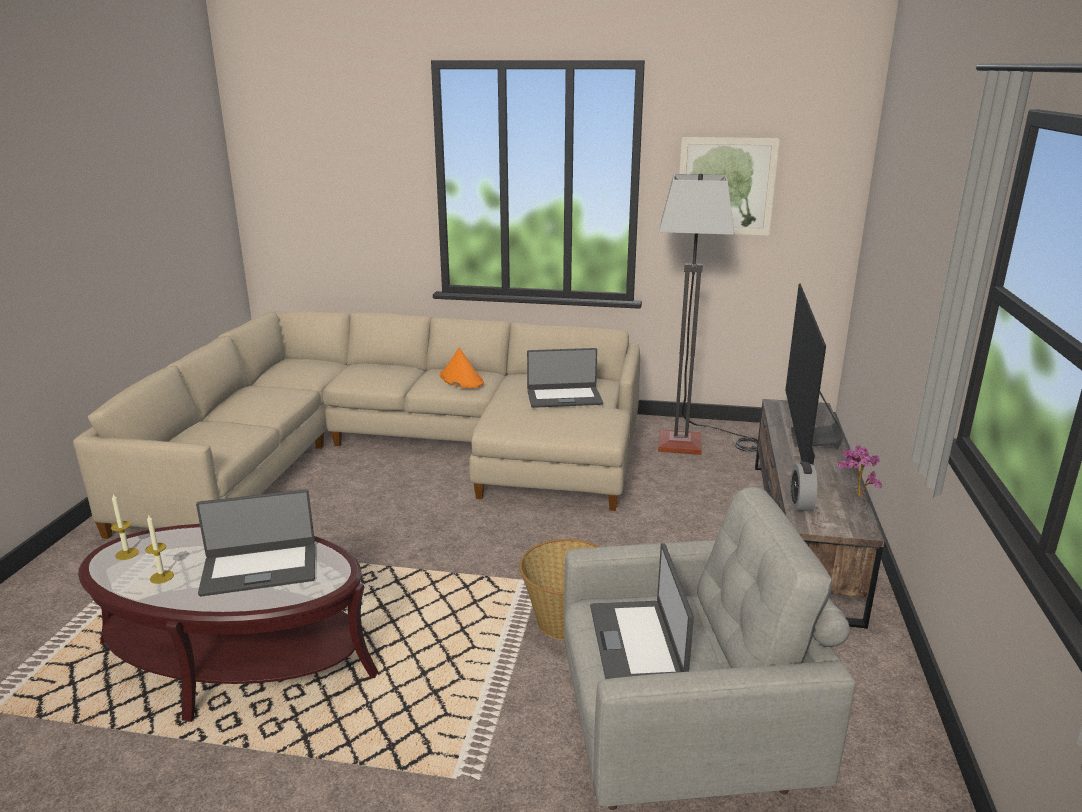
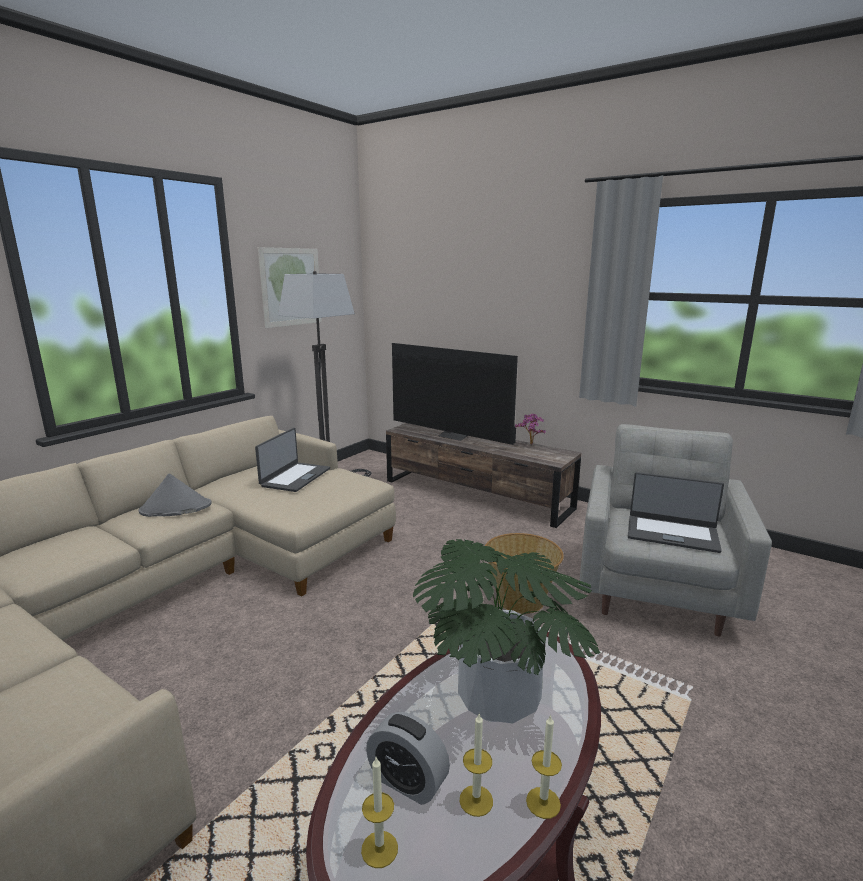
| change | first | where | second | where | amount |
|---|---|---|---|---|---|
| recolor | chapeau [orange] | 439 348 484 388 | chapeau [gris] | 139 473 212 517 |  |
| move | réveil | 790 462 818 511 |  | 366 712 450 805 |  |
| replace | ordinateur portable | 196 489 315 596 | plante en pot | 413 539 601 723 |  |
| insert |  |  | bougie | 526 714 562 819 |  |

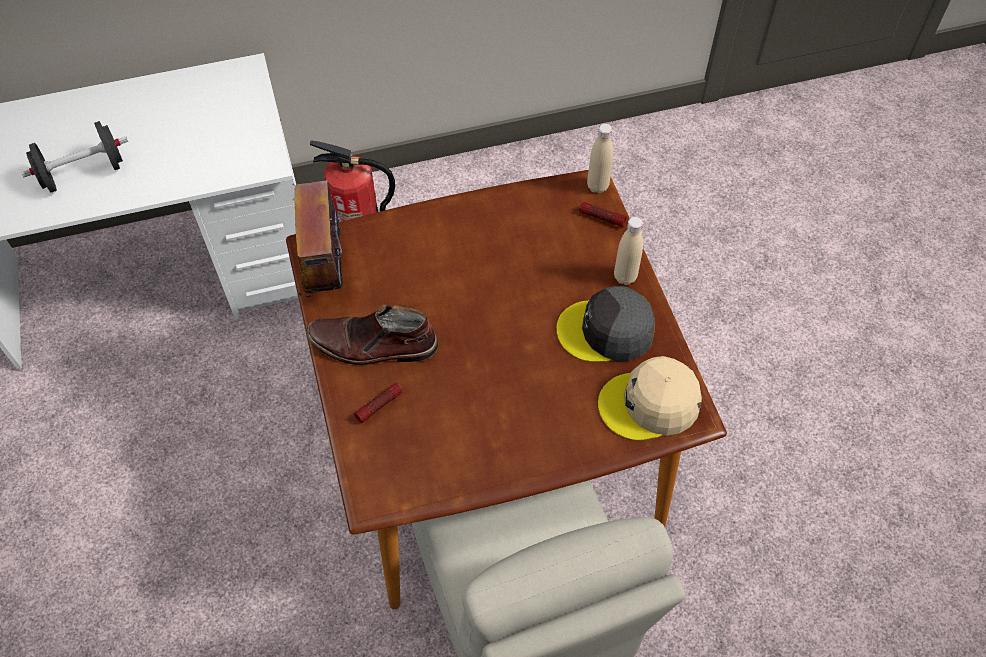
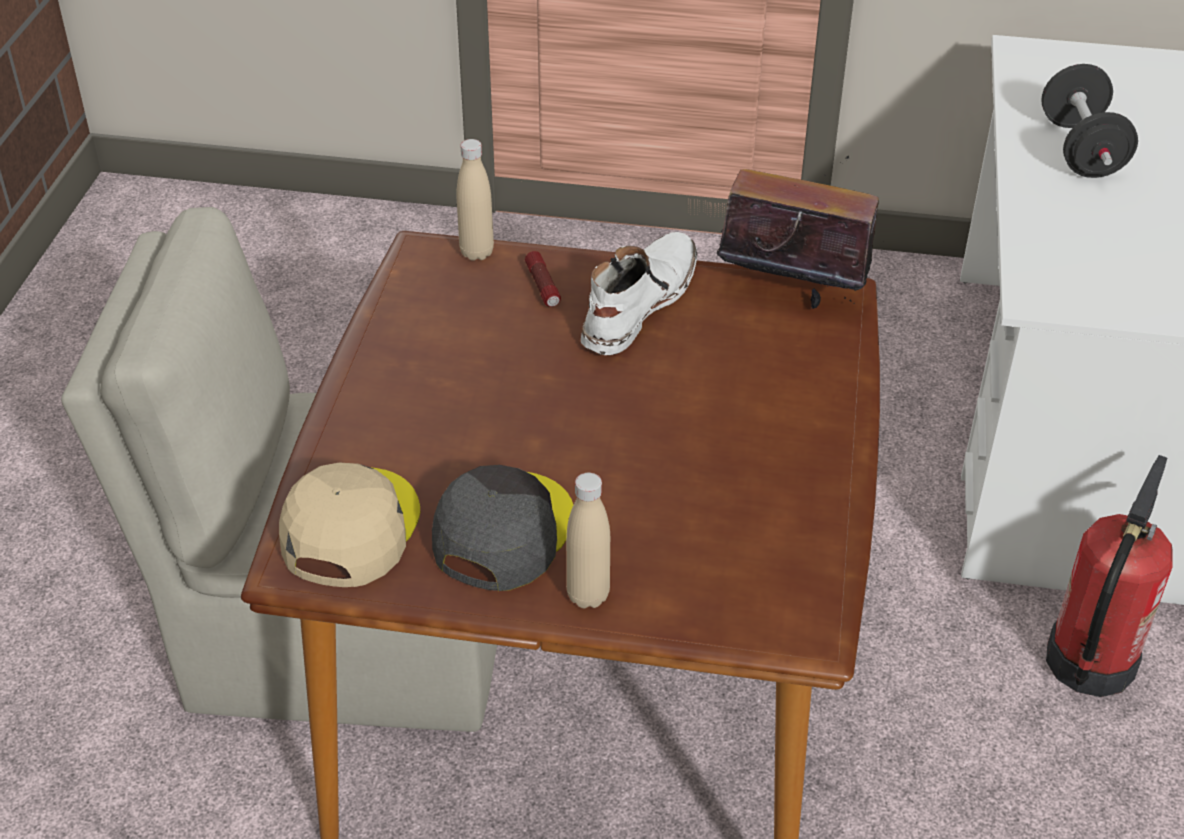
| change | first | where | second | where | amount |
|---|---|---|---|---|---|
| move | bouteille [beige] | 587 123 613 193 |  | 456 139 494 261 |  |
| recolor | botte [marron] | 306 304 438 365 | botte [blanc] | 581 232 697 355 |  |
| delete | lampe de poche | 579 202 627 227 |  |  |  |

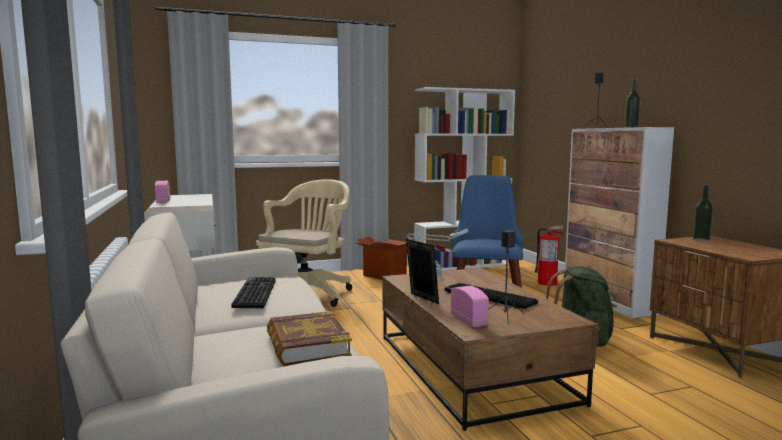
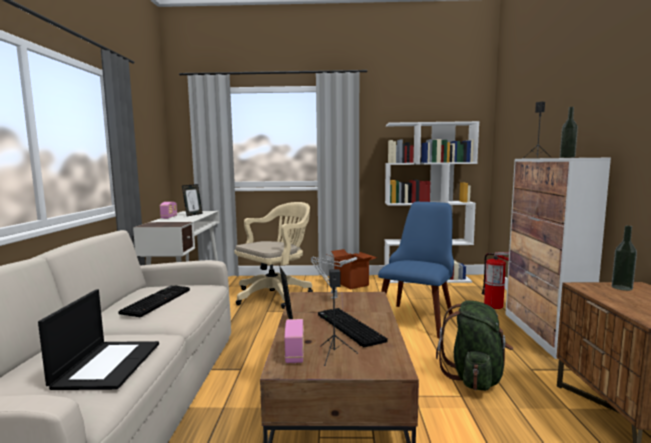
| change | first | where | second | where | amount |
|---|---|---|---|---|---|
| replace | livre | 267 311 352 366 | ordinateur portable | 38 289 159 390 |  |
| insert |  |  | cadre photo | 182 184 203 216 |  |

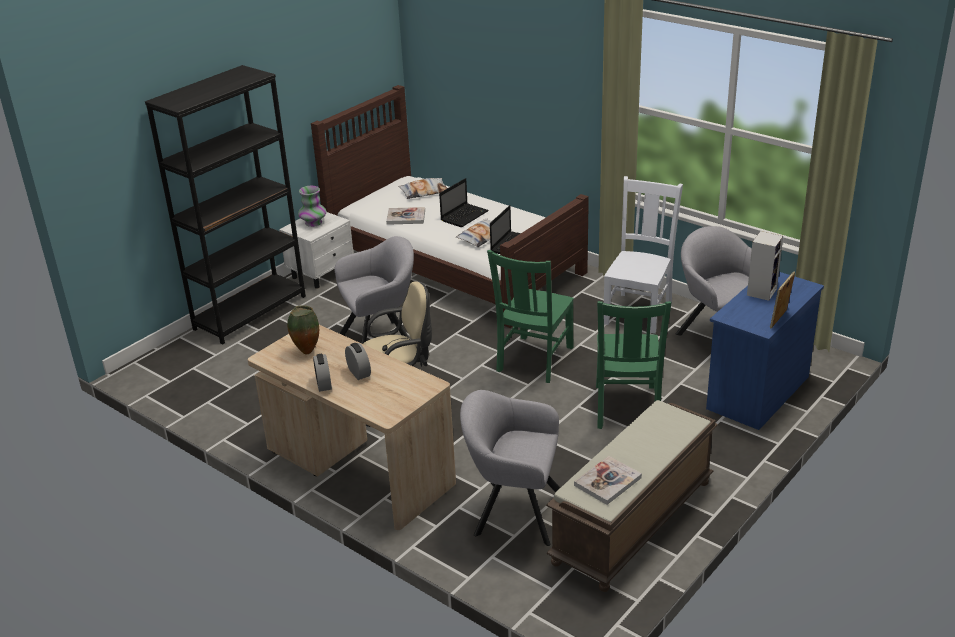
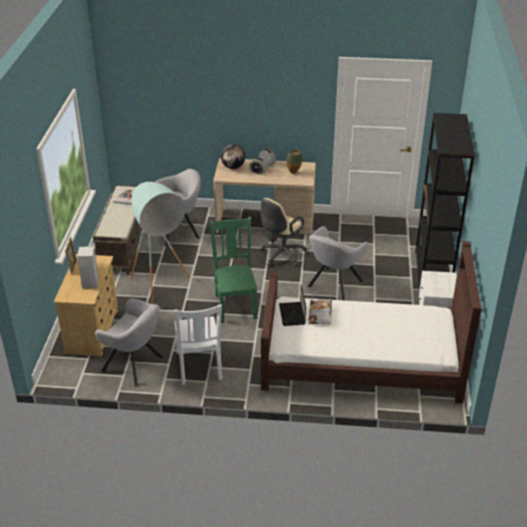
| change | first | where | second | where | amount |
|---|---|---|---|---|---|
| recolor | commode [bleu] | 706 272 824 430 | commode [beige] | 54 254 118 357 |  |
| replace | chaise [vert] | 596 301 671 429 | lampadaire [turquoise] | 130 182 190 304 |  |
| insert |  |  | globe | 221 144 245 169 |  |
| delete | vase | 298 186 327 227 |  |  |  |
| delete | livre | 386 207 425 225 |  |  |  |
| delete | coussin | 399 178 447 199 |  |  |  |
| delete | ordinateur portable | 439 178 489 227 |  |  |  |

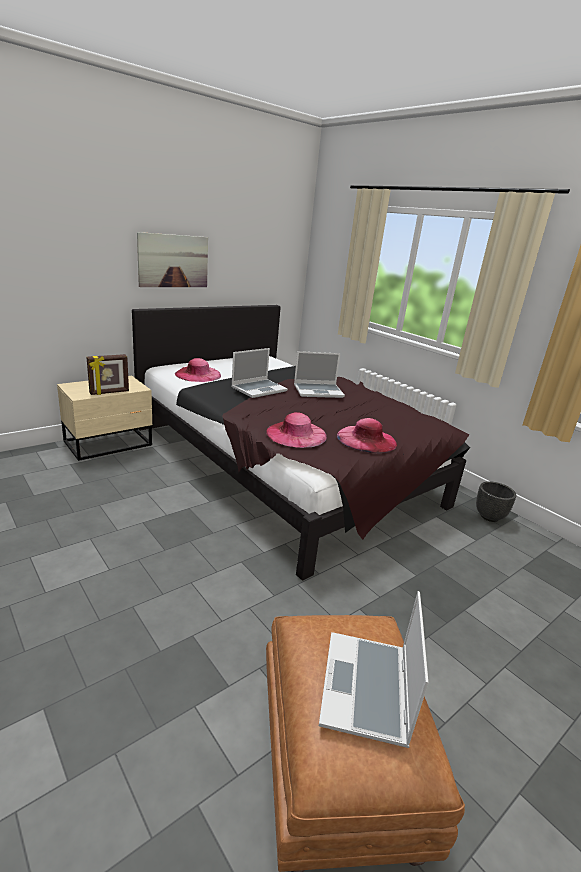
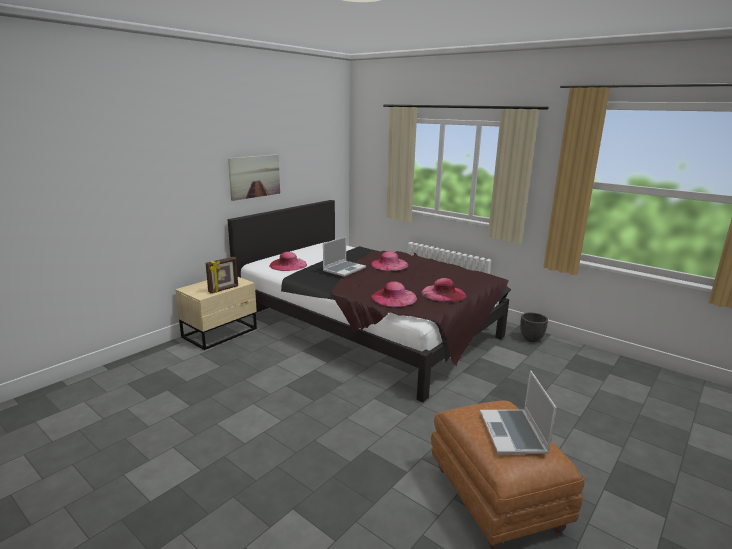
| change | first | where | second | where | amount |
|---|---|---|---|---|---|
| replace | ordinateur portable | 294 351 345 398 | chapeau [rose] | 371 251 409 271 |  |

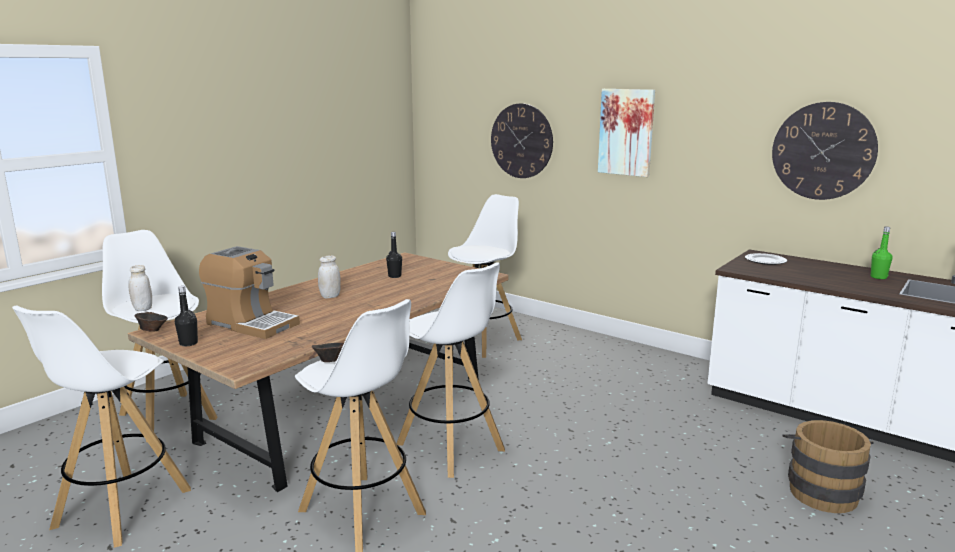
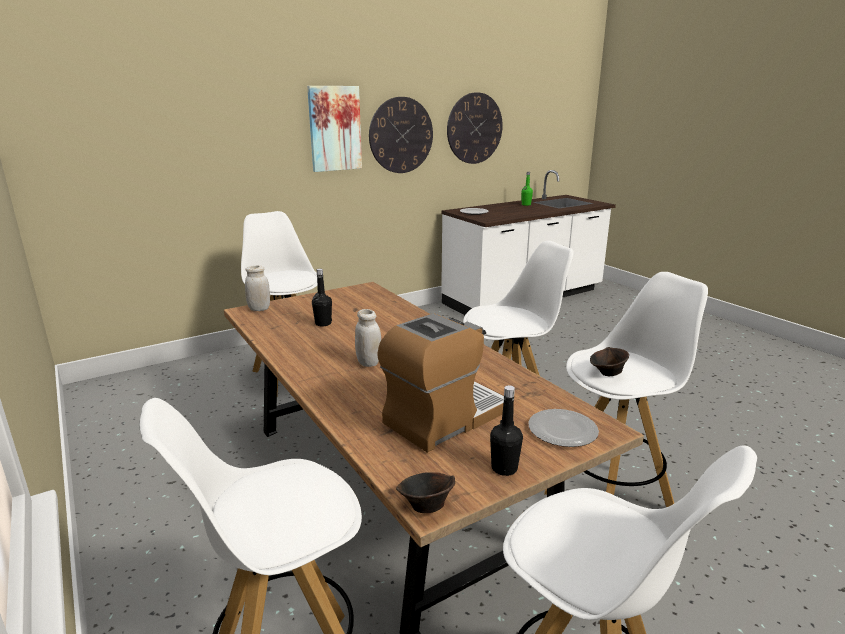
| change | first | where | second | where | amount |
|---|---|---|---|---|---|
| move | bocal [blanc] | 128 265 152 311 |  | 245 265 270 311 |  |
| move | horloge murale | 491 103 553 178 |  | 369 97 433 173 |  |
| insert |  |  | assiette | 528 409 599 447 |  |
| delete | seau [marron] | 782 420 873 513 |  |  |  |

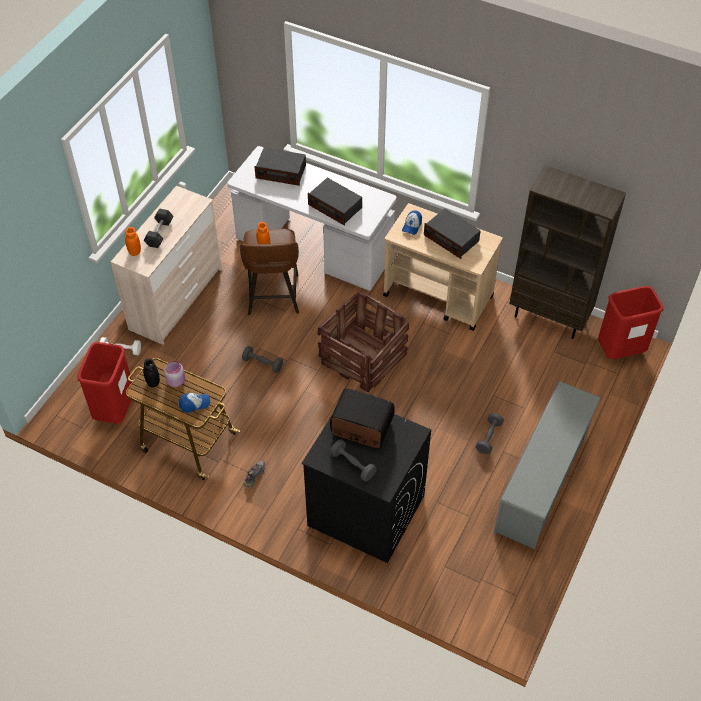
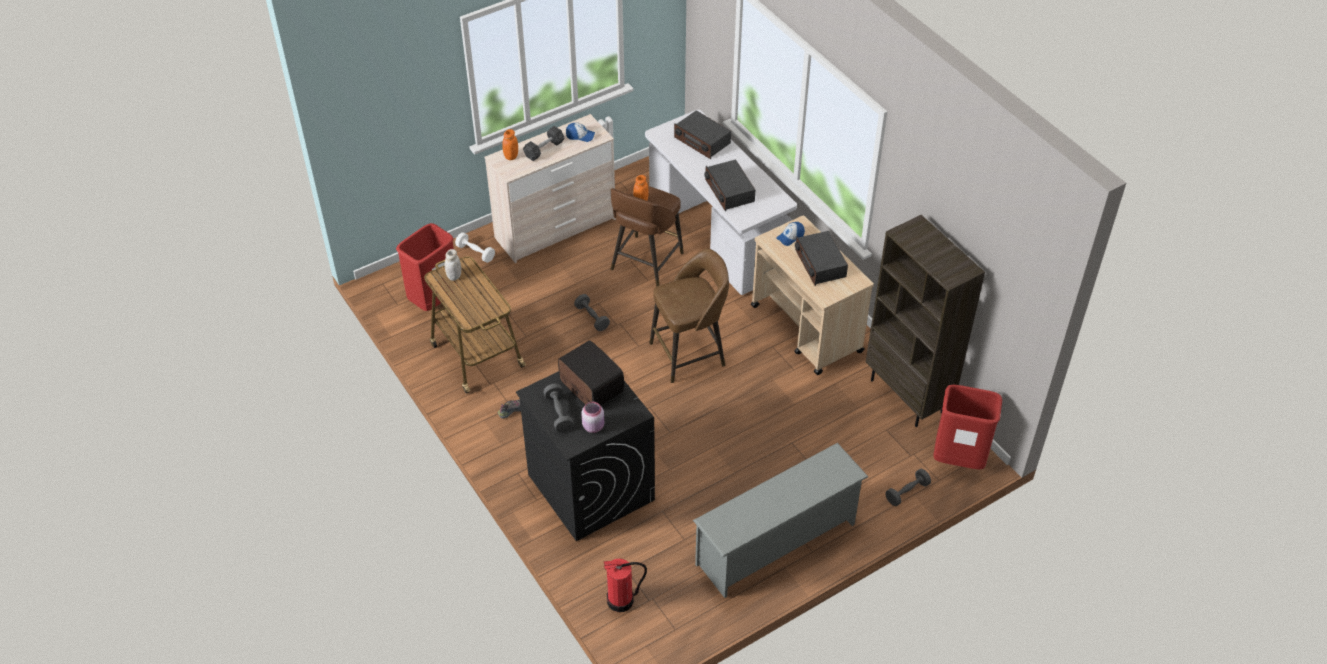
| change | first | where | second | where | amount |
|---|---|---|---|---|---|
| recolor | bocal [noir] | 143 359 160 387 | bocal [blanc] | 445 249 461 281 |  |
| move | casquette | 179 393 210 413 |  | 566 123 595 142 |  |
| move | bocal [rose] | 164 361 185 387 |  | 581 402 604 433 |  |
| insert |  |  | extincteur | 604 558 647 612 |  |
| replace | caisse | 318 291 409 392 | tabouret [marron] | 649 249 729 383 |  |
| move | haltère [gris] | 476 413 504 454 |  | 886 469 931 506 |  |

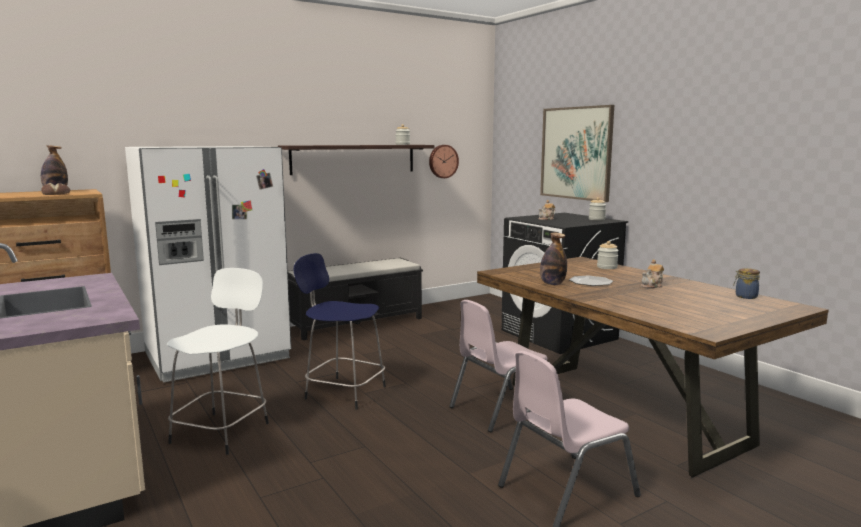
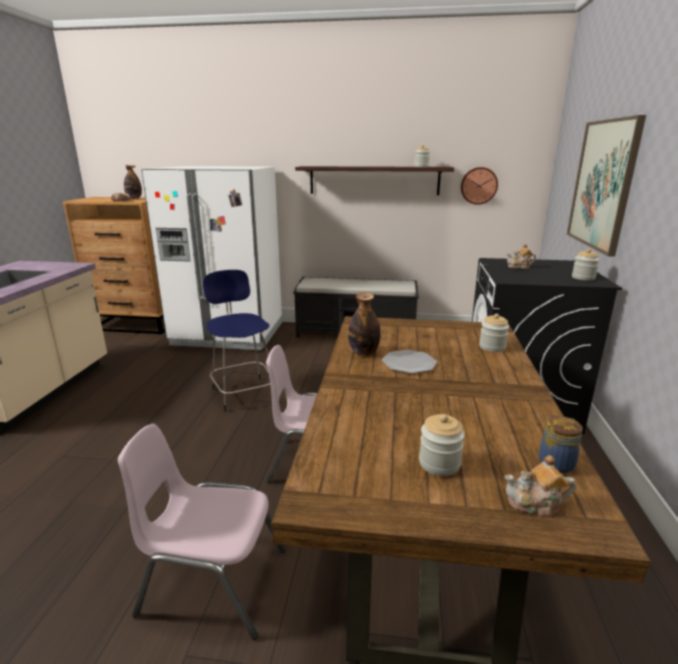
| change | first | where | second | where | amount |
|---|---|---|---|---|---|
| insert |  |  | bocal | 419 414 465 476 |  |
| move | théière | 641 259 664 288 |  | 504 455 576 517 |  |
| delete | tabouret [blanc] | 167 268 269 455 |  |  |  |

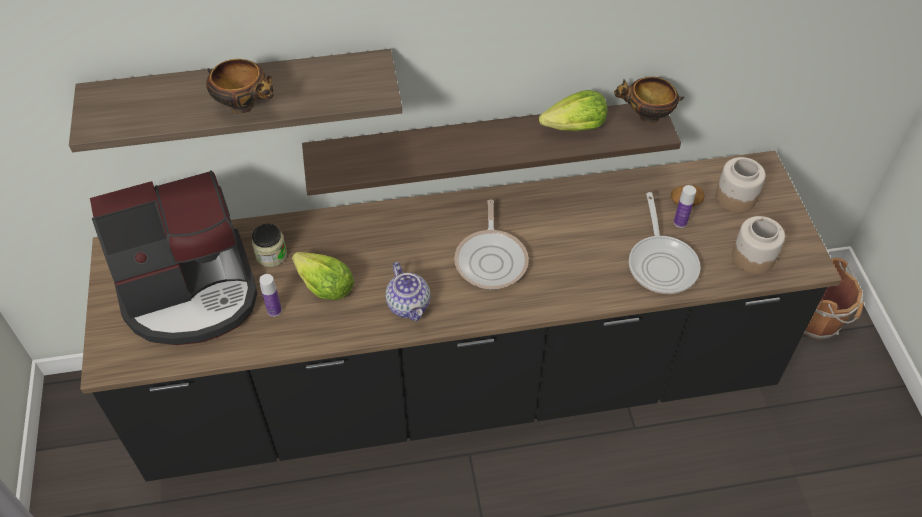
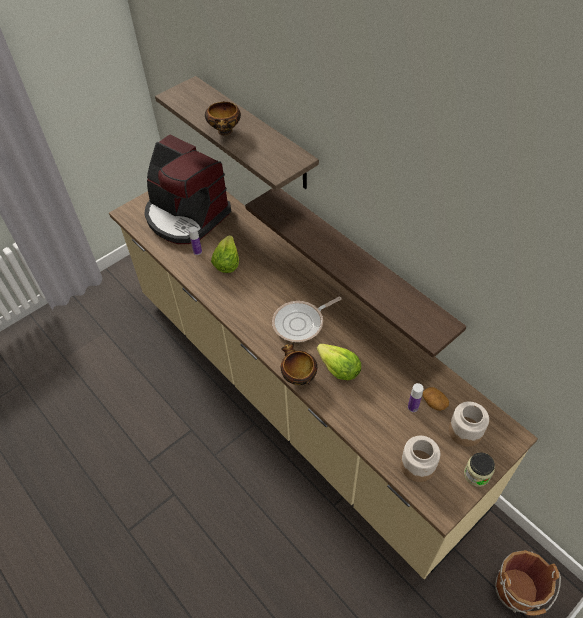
| change | first | where | second | where | amount |
|---|---|---|---|---|---|
| recolor | comptoir de cuisine [noir] | 80 151 842 482 | comptoir de cuisine [beige] | 109 191 538 579 |  |
| move | bol | 614 77 684 124 |  | 281 343 317 385 |  |
| move | laitue | 539 90 607 131 |  | 317 343 361 380 |  |
| move | bocal | 252 224 287 267 |  | 464 452 495 487 |  |
| delete | théière | 385 262 430 321 |  |  |  |
| delete | poêle | 629 192 701 294 |  |  |  |

